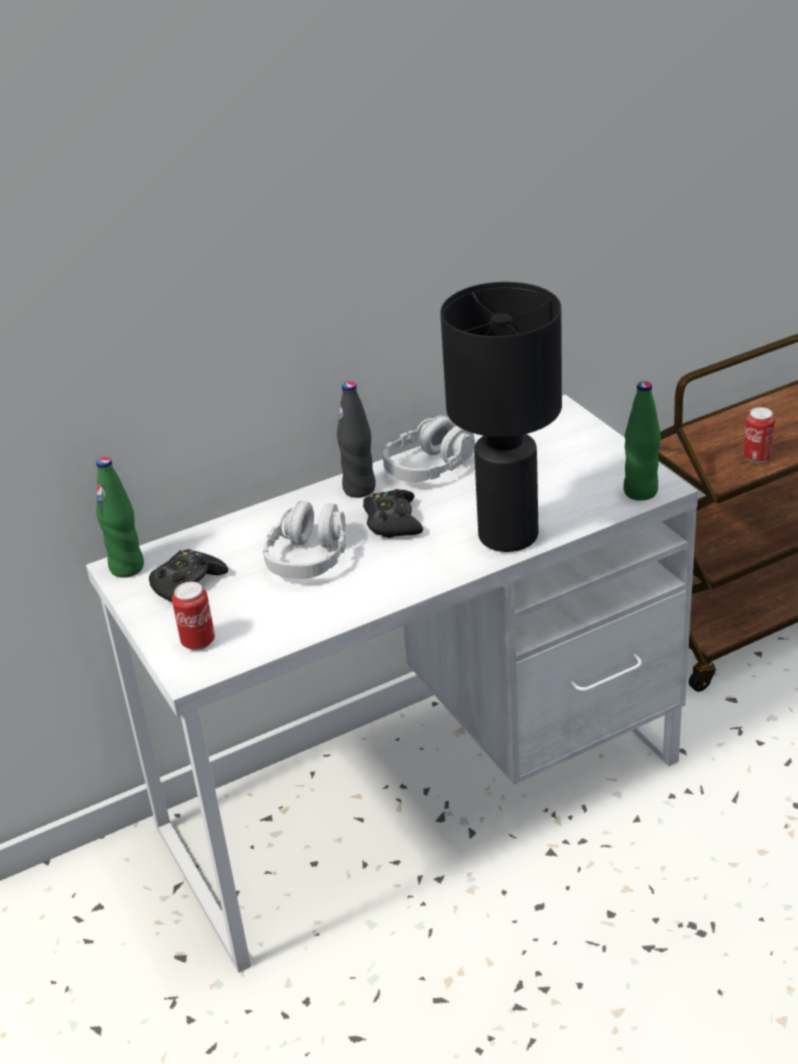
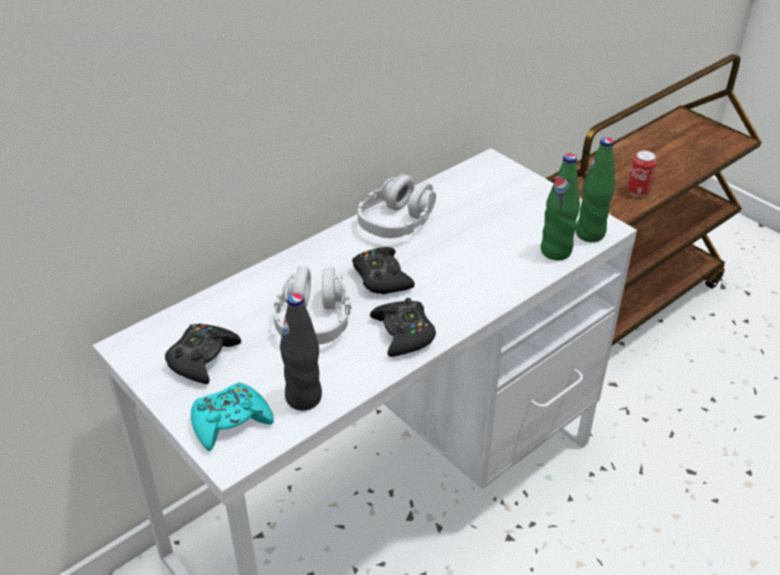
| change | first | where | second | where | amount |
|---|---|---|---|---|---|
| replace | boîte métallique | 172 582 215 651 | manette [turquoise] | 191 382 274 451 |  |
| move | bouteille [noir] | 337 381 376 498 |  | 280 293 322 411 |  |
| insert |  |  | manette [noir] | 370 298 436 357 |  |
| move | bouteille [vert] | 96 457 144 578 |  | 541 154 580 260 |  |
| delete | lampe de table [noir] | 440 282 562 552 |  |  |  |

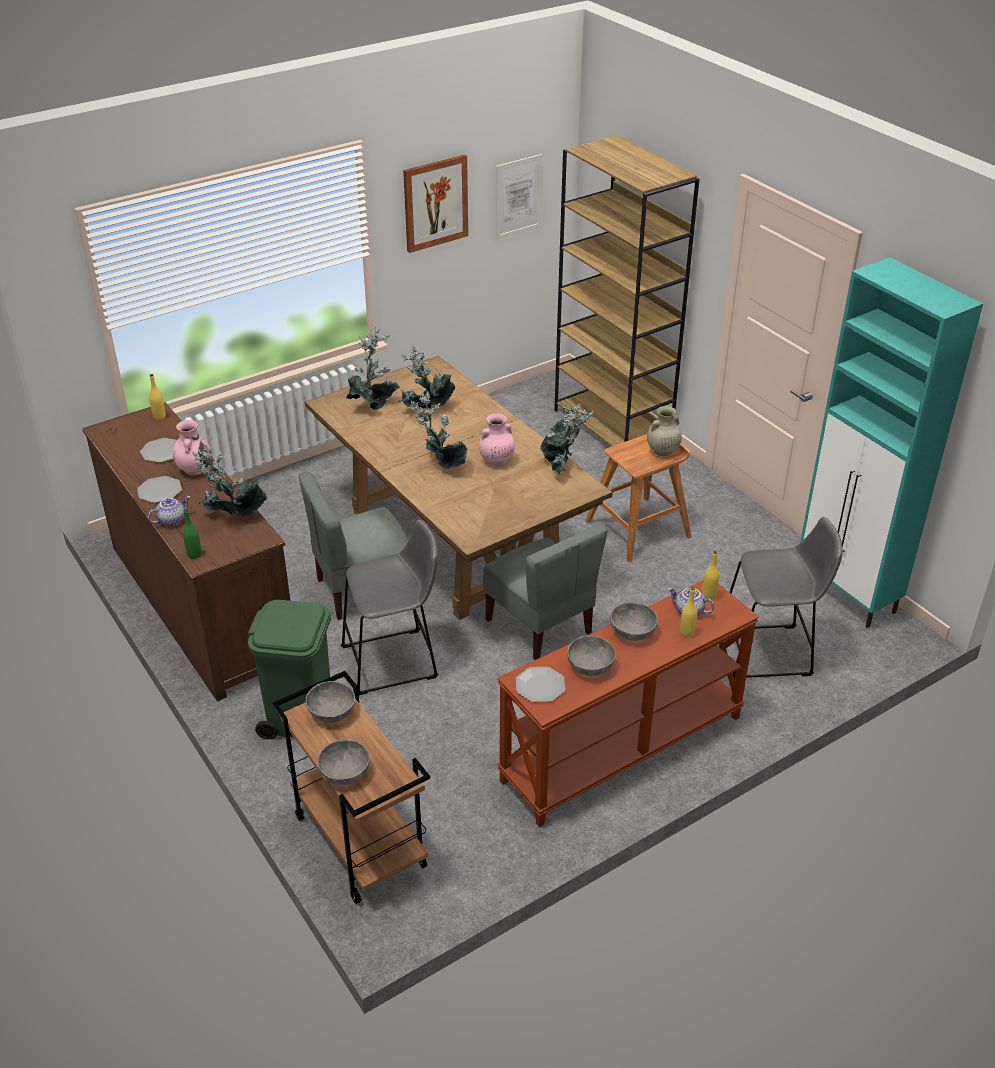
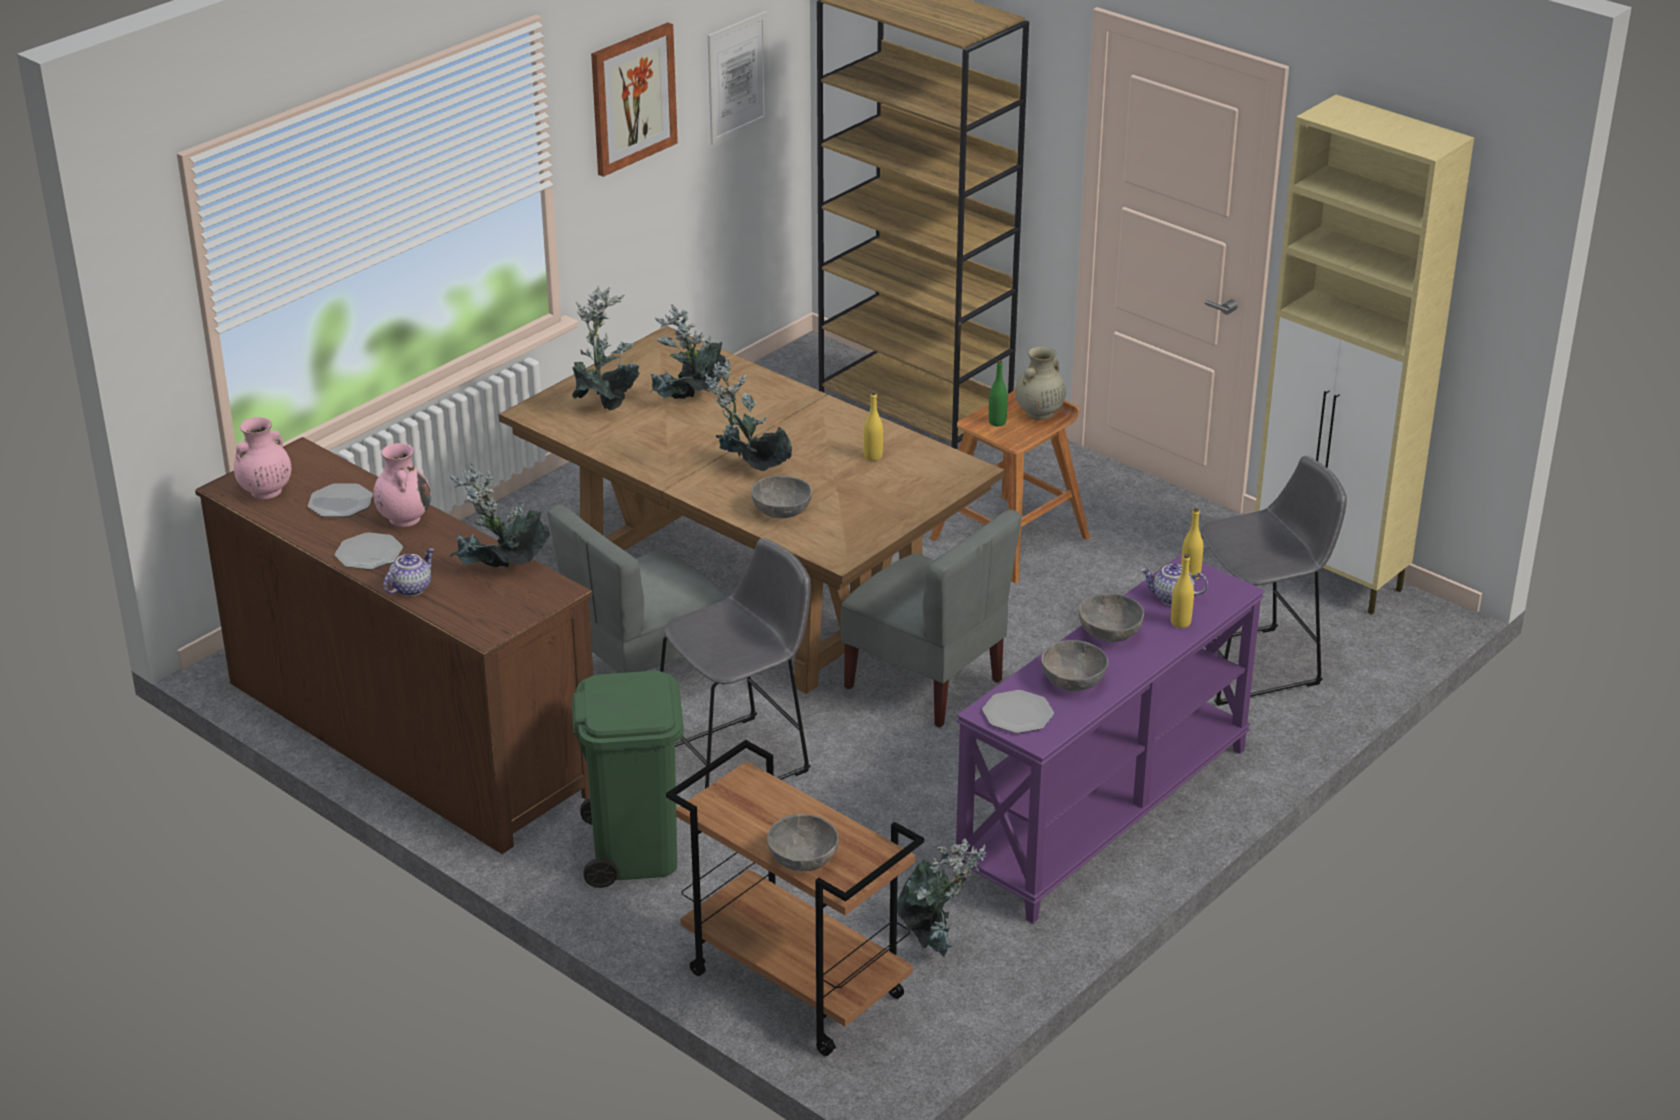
| change | first | where | second | where | amount |
|---|---|---|---|---|---|
| move | vase [rose] | 479 414 515 466 |  | 234 417 291 499 |  |
| move | bol [gris] | 305 681 355 723 |  | 751 476 812 518 |  |
| move | bouteille [jaune] | 149 374 166 420 |  | 864 392 883 461 |  |
| move | plante en pot | 540 403 593 475 |  | 897 839 987 957 |  |
| recolor | table console [marron] | 497 581 759 827 | table console [violet] | 952 554 1265 923 |  |
| move | bouteille [vert] | 183 508 201 559 |  | 989 360 1008 426 |  |
| recolor | meuble de rangement [turquoise] | 800 257 983 628 | meuble de rangement [beige] | 1255 95 1474 615 |  |

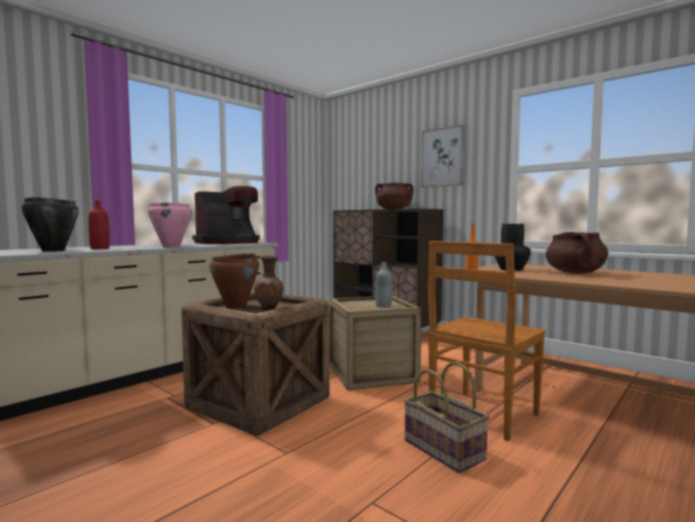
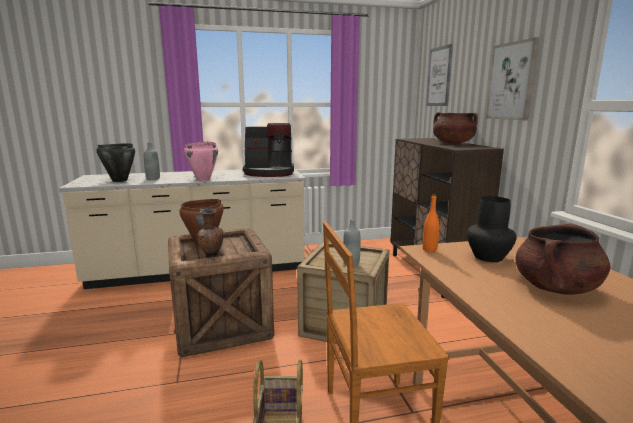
| change | first | where | second | where | amount |
|---|---|---|---|---|---|
| recolor | bouteille [rouge] | 88 200 110 249 | bouteille [gris] | 144 142 160 180 |  |
| insert |  |  | tableau | 426 44 453 106 |  |

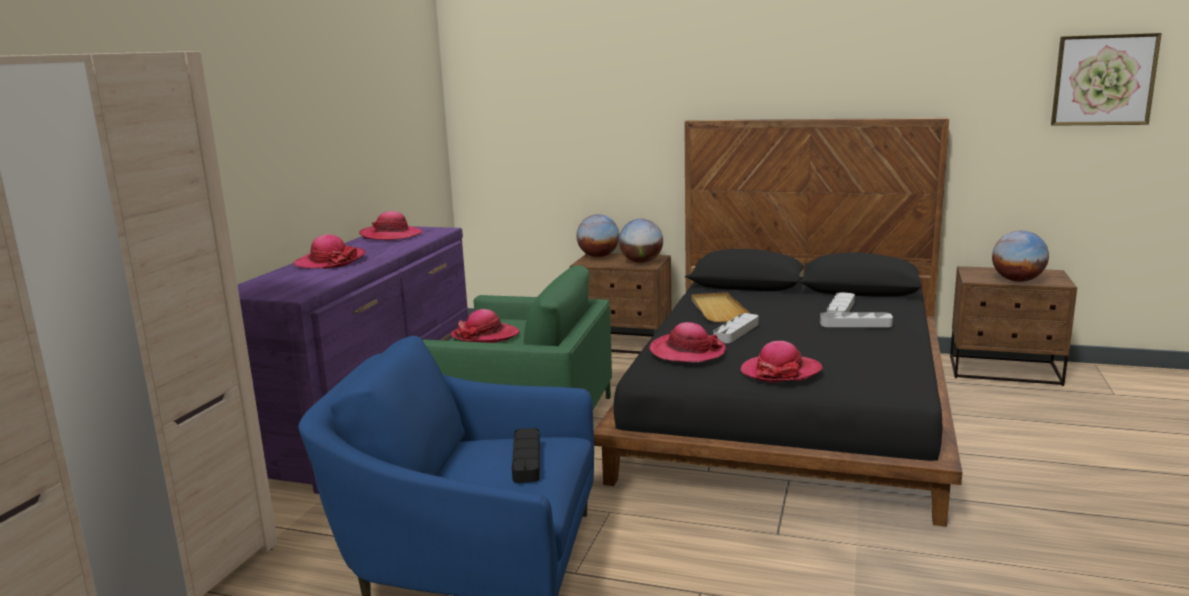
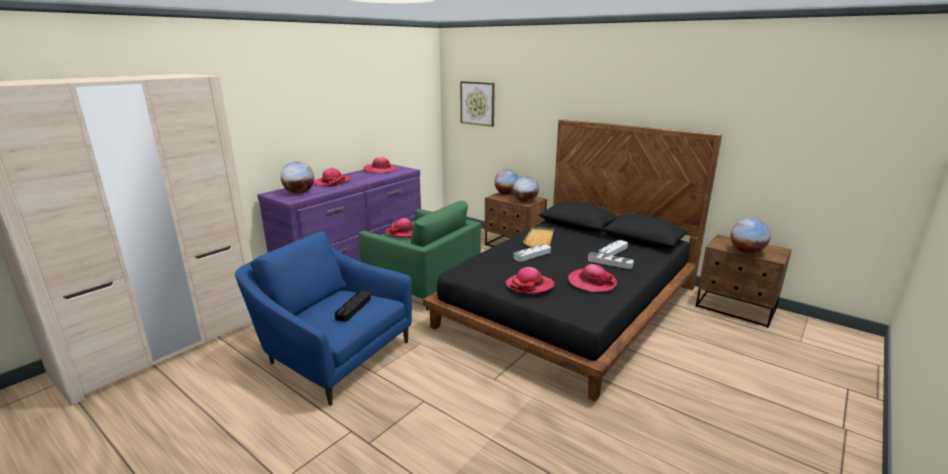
| change | first | where | second | where | amount |
|---|---|---|---|---|---|
| insert |  |  | globe | 281 161 314 193 |  |
| move | tableau | 1051 33 1162 126 |  | 460 81 495 127 |  |
| move | chapeau | 649 322 726 362 |  | 568 264 617 292 |  |

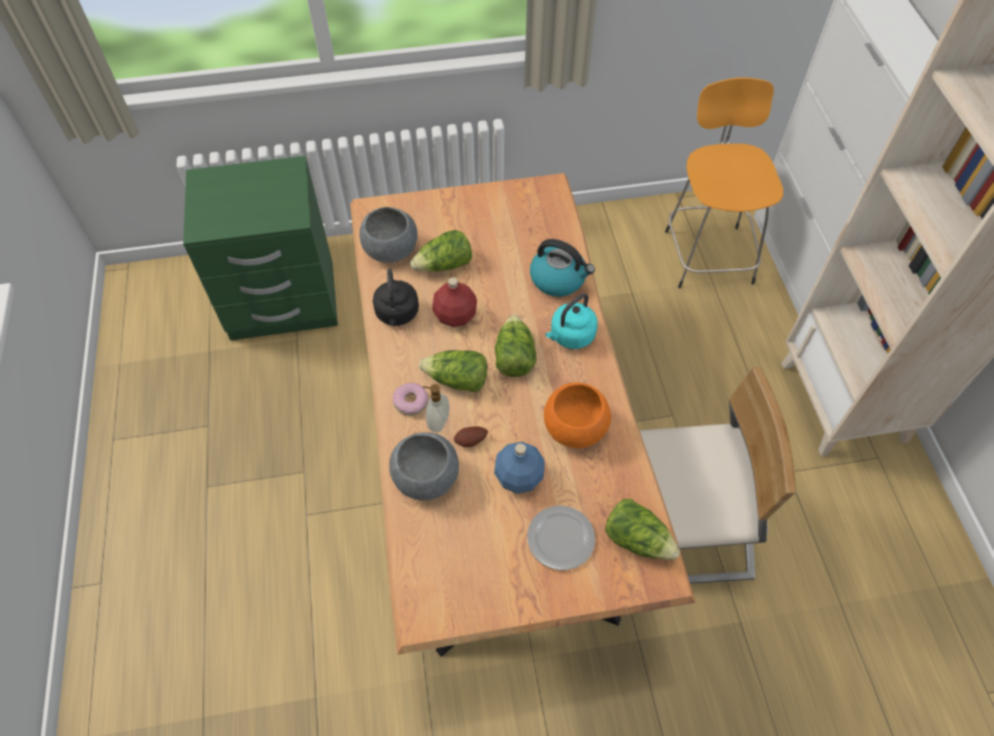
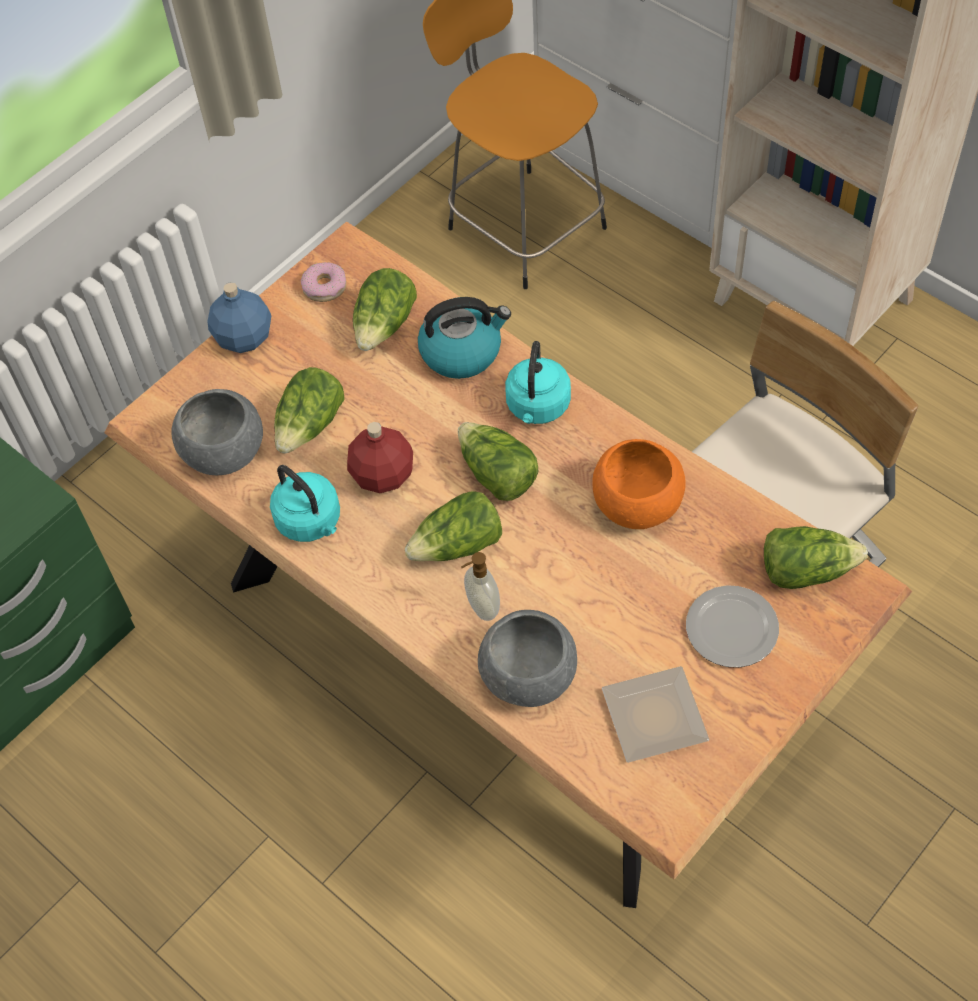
| change | first | where | second | where | amount |
|---|---|---|---|---|---|
| move | bouteille [bleu] | 494 442 545 494 |  | 207 282 271 353 |  |
| recolor | bouilloire [noir] | 373 269 419 326 | bouilloire [turquoise] | 270 465 340 542 |  |
| move | beignet | 393 383 429 416 |  | 301 262 346 302 |  |
| insert |  |  | laitue | 353 268 417 351 |  |
| insert |  |  | assiette | 602 666 710 763 |  |
| delete | pomme de terre | 454 426 488 447 |  |  |  |

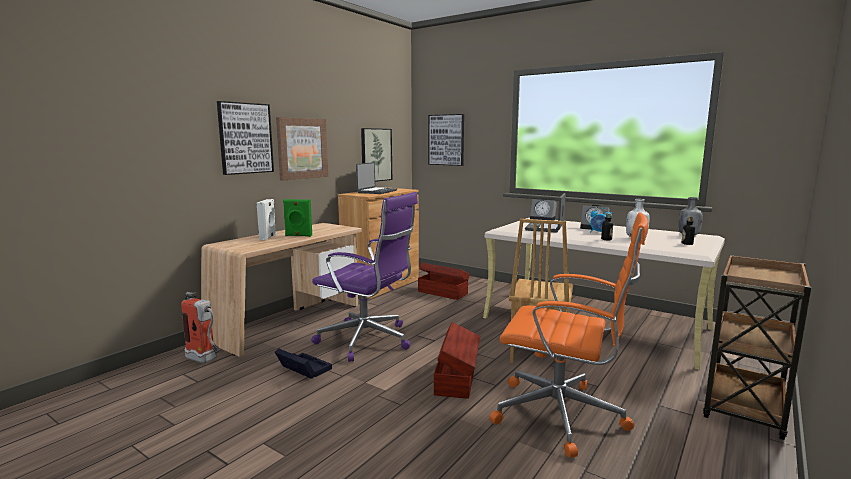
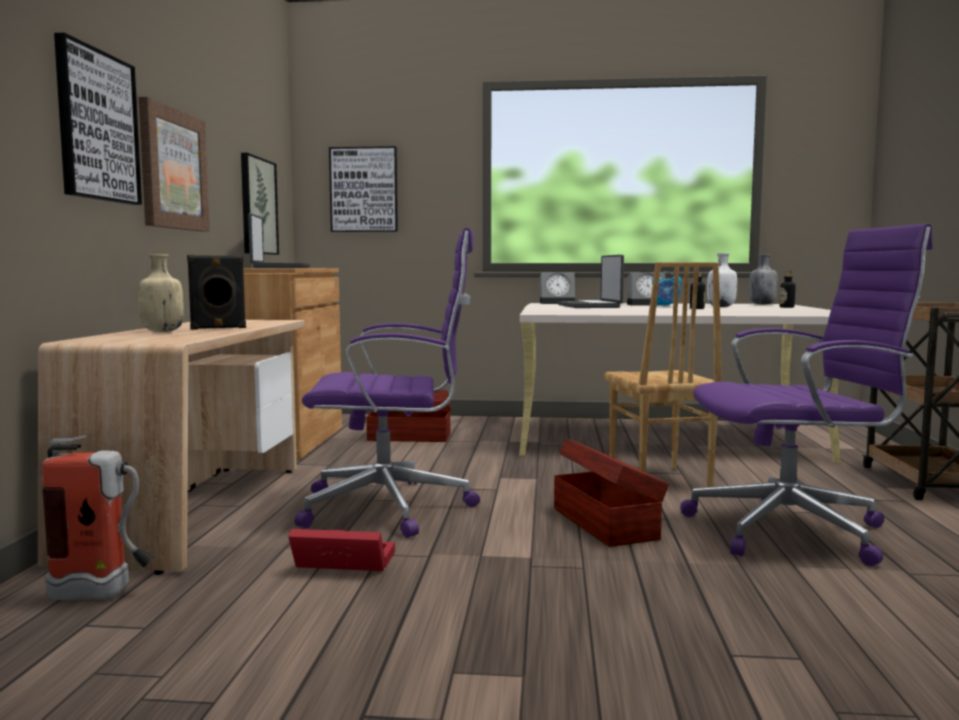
| change | first | where | second | where | amount |
|---|---|---|---|---|---|
| replace | enceinte [blanc] | 257 199 276 240 | bouteille [beige] | 138 254 184 332 |  |
| recolor | enceinte [vert] | 283 199 312 237 | enceinte [noir] | 187 255 246 330 |  |
| recolor | boîte de rangement [noir] | 275 348 332 379 | boîte de rangement [rouge] | 288 529 395 571 |  |
| recolor | chaise de bureau [orange] | 490 212 648 458 | chaise de bureau [violet] | 680 224 933 566 |  |

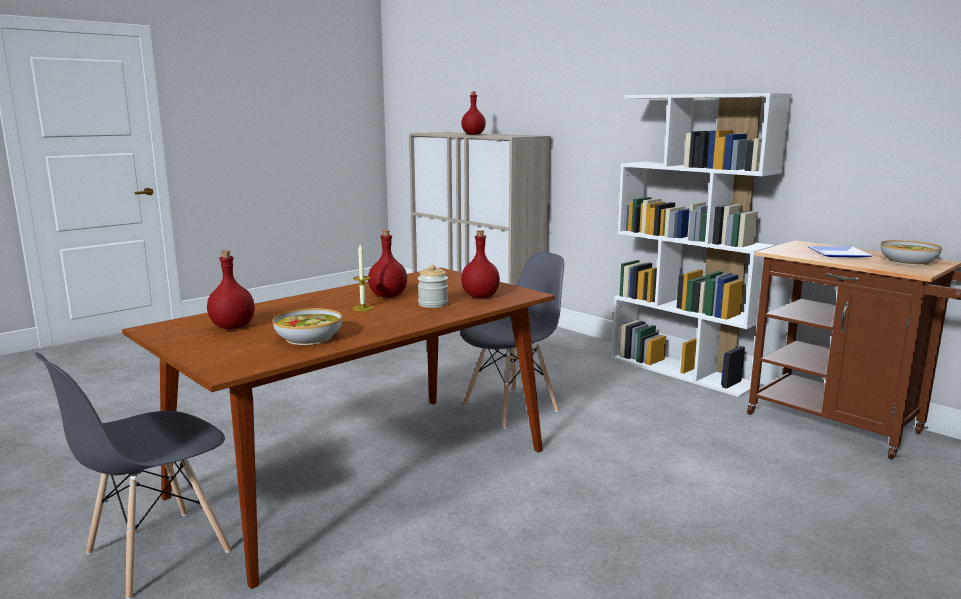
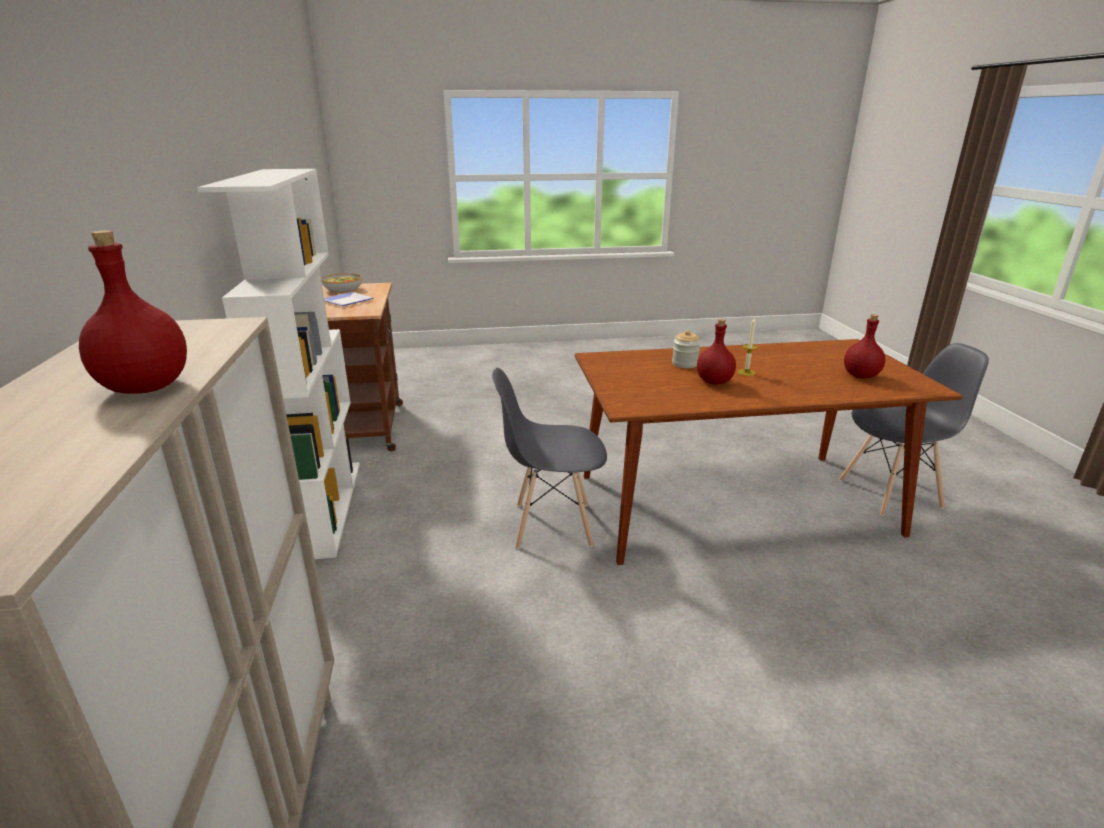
| change | first | where | second | where | amount |
|---|---|---|---|---|---|
| delete | bol | 273 308 342 345 |  |  |  |
| delete | bouteille [rouge] | 461 230 500 298 |  |  |  |

